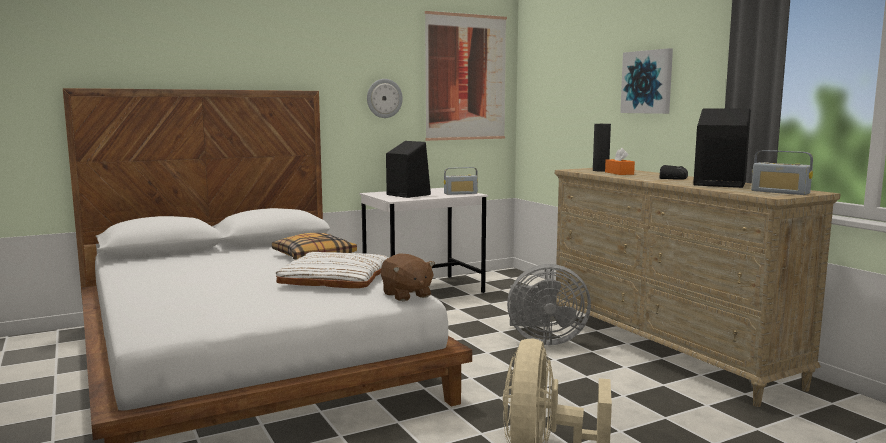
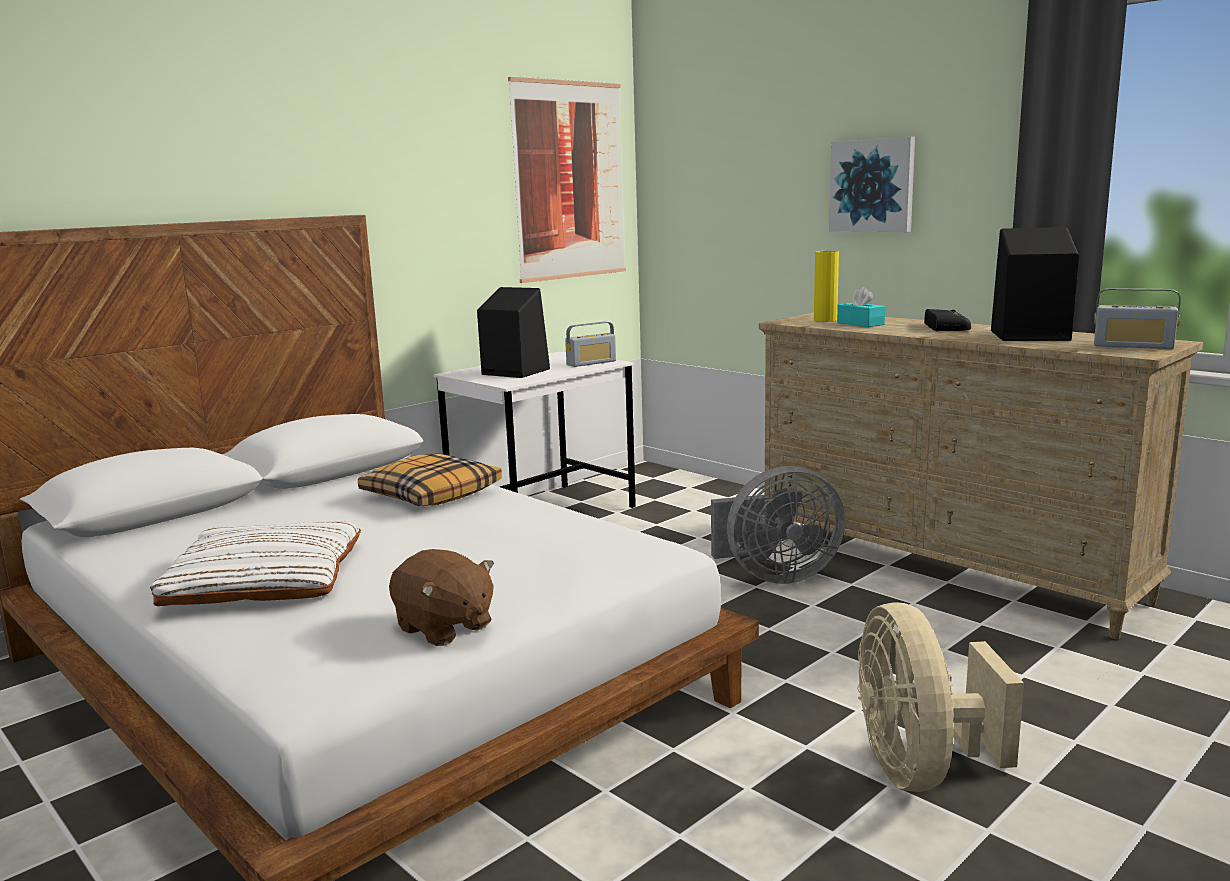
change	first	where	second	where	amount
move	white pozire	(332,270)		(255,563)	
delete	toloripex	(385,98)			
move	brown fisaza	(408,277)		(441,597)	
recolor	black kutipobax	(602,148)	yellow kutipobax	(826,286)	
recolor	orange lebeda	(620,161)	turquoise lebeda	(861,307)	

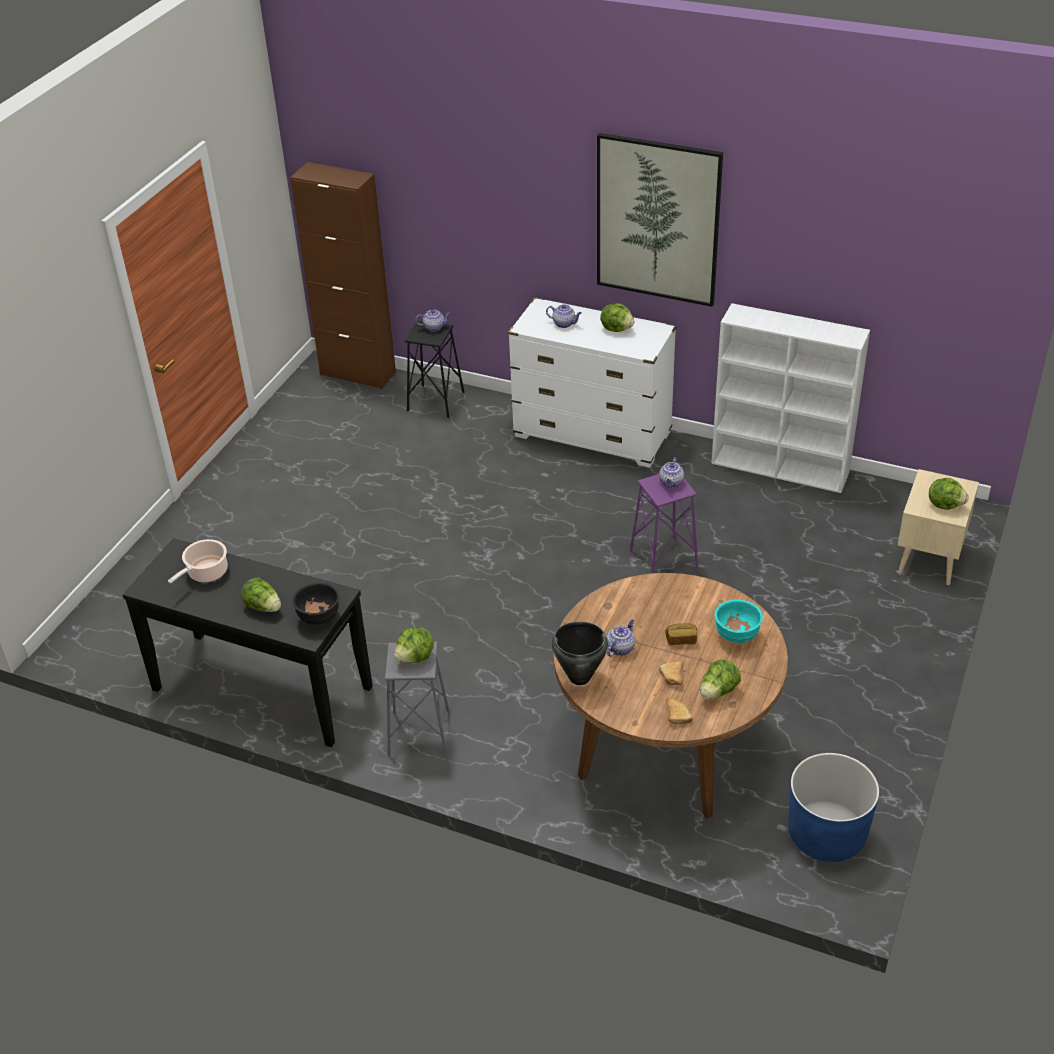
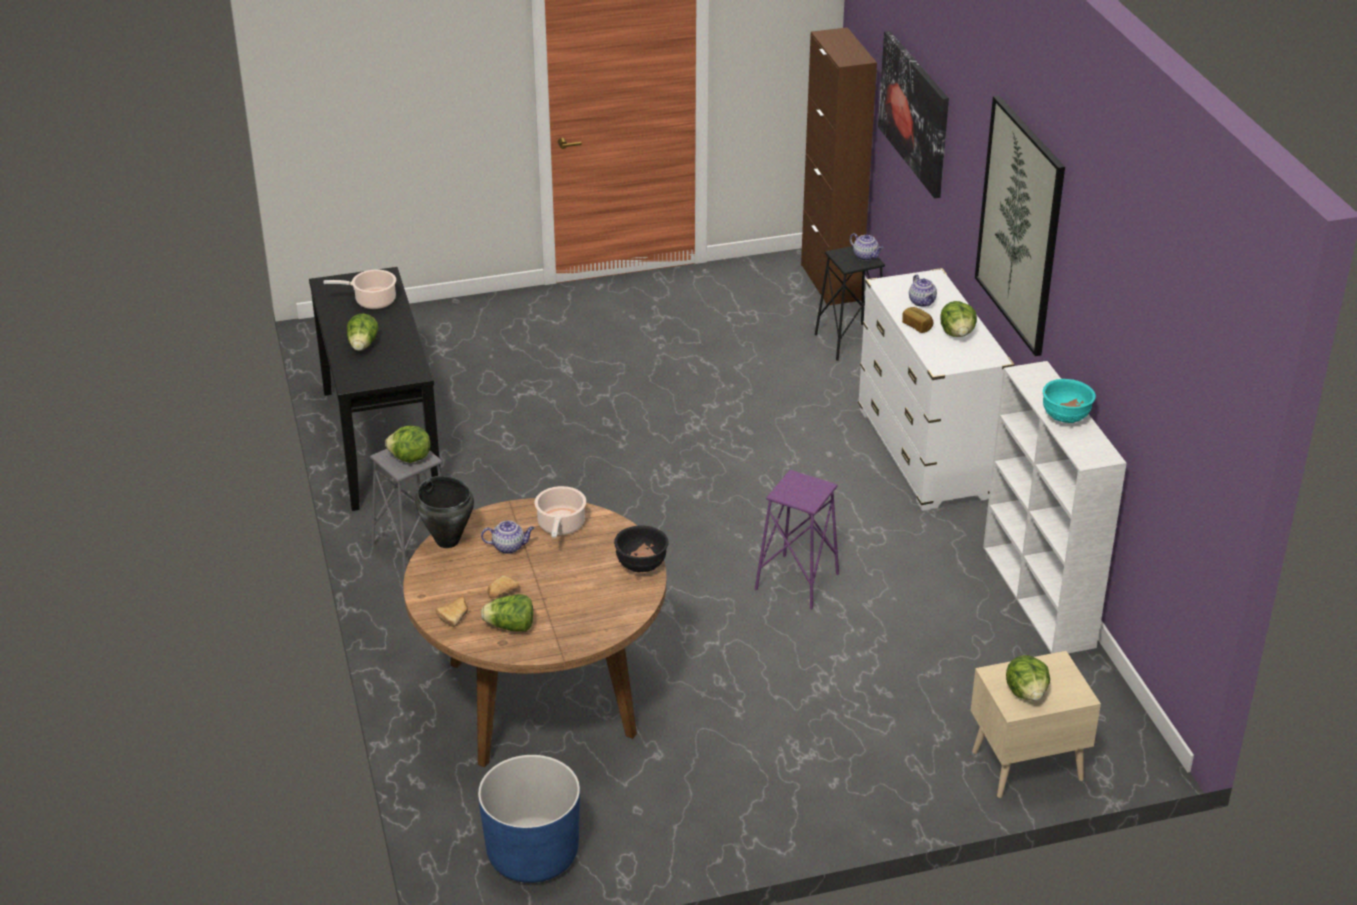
change	first	where	second	where	amount
move	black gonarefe	(315,604)		(641,548)	
delete	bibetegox	(671,472)			
move	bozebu	(681,634)		(917,320)	
move	turquoise gonarefe	(739,621)		(1069,401)	
insert			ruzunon	(560,511)	
insert			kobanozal	(913,114)	

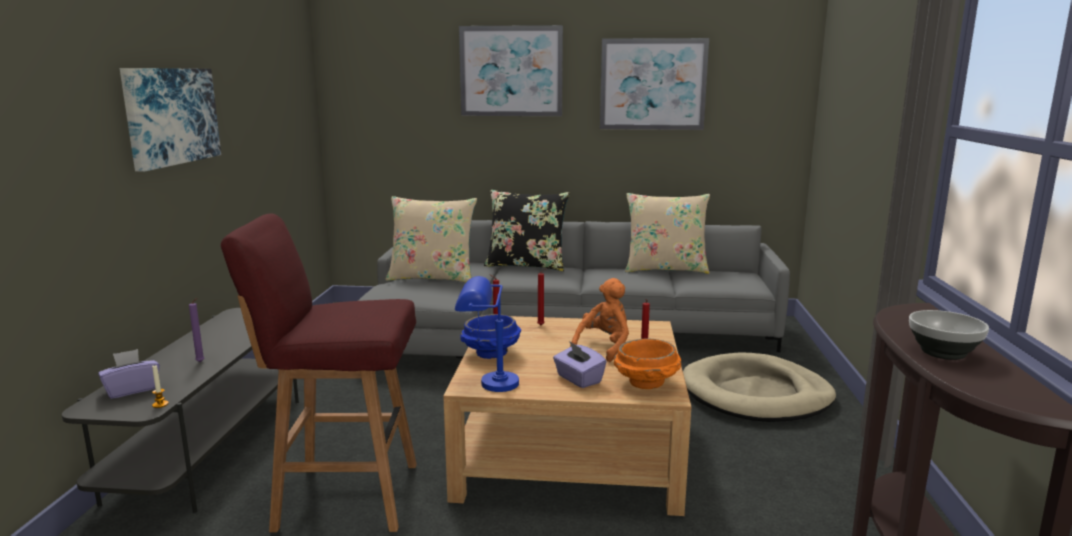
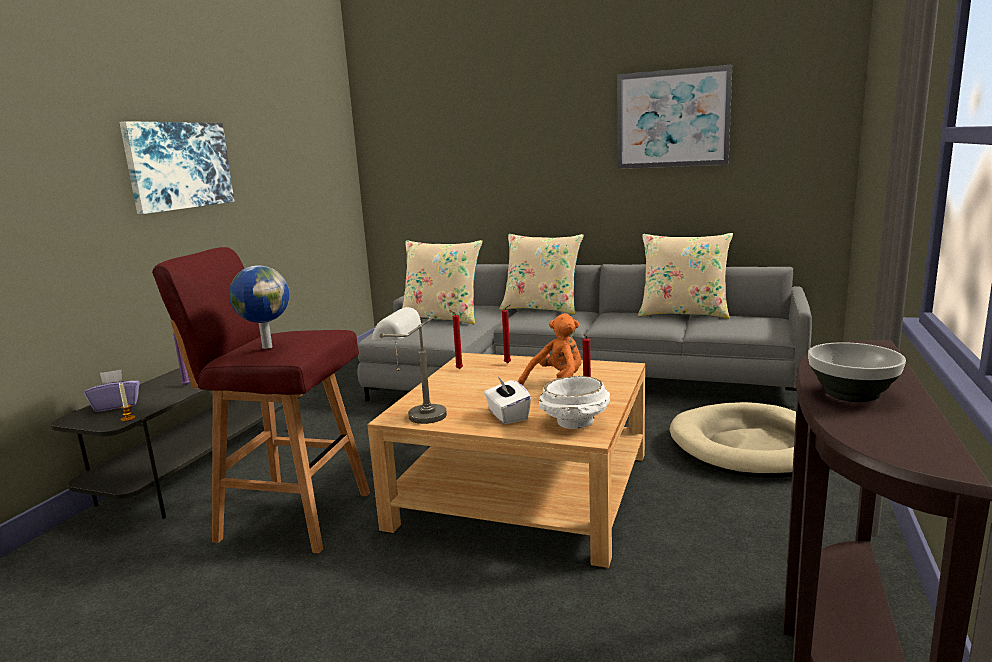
change	first	where	second	where	amount
recolor	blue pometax	(487,334)	grey pometax	(409,365)	
delete	kobanozal	(511,70)			
delete	blue gonarefe	(490,336)			
recolor	black pozire	(527,230)	beige pozire	(542,274)	
recolor	purple lebeda	(579,364)	white lebeda	(507,400)	
recolor	orange gonarefe	(647,364)	white gonarefe	(574,402)	
insert			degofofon	(259,307)	

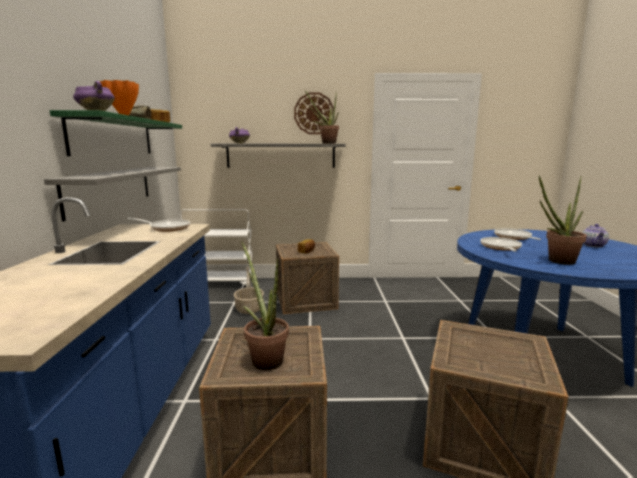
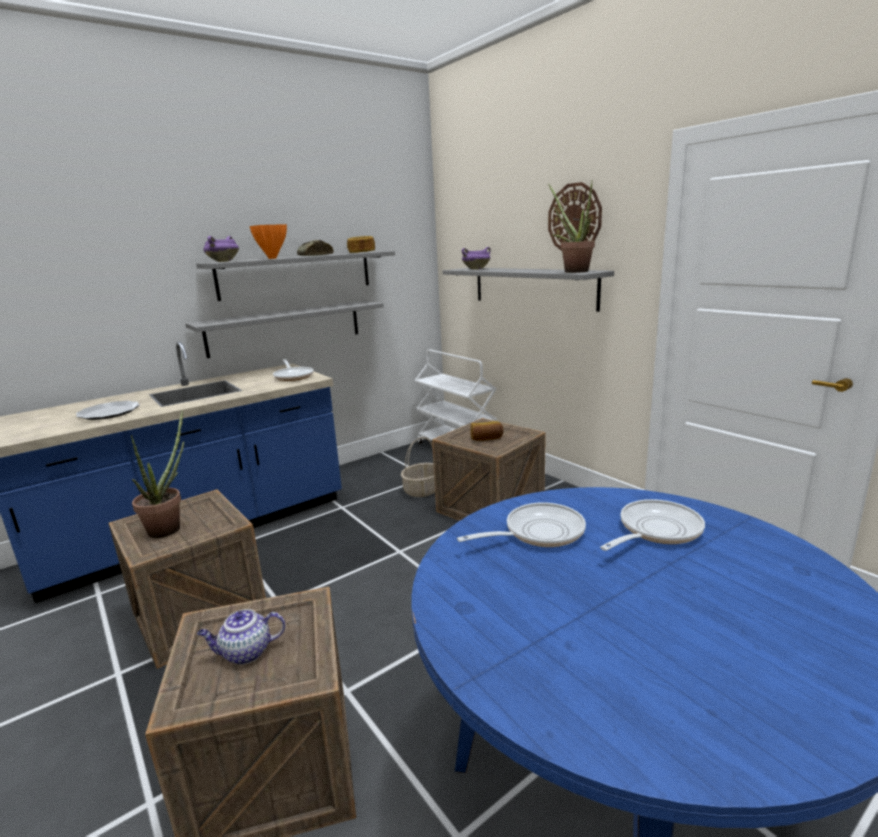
change	first	where	second	where	amount
recolor	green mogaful	(116,133)	grey mogaful	(295,276)	
delete	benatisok	(563,220)			
move	bibetegox	(595,235)		(241,637)	
insert			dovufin	(108,410)	

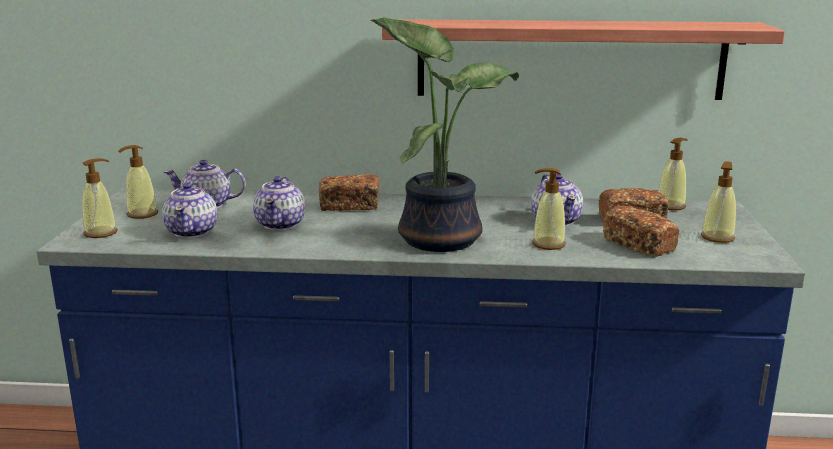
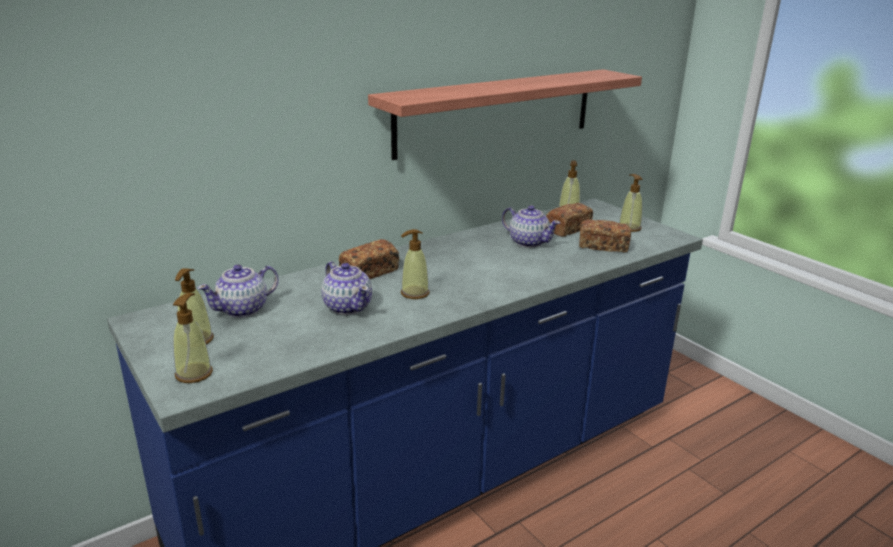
change	first	where	second	where	amount
delete	bibetegox	(189,210)			
delete	benatisok	(445,134)			
move	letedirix	(549,209)		(415,264)	

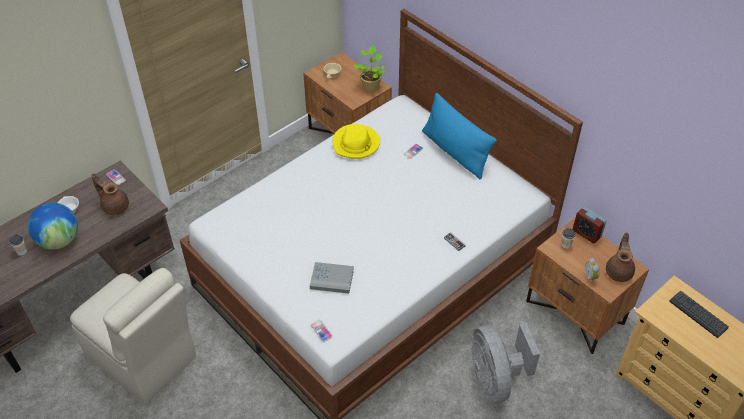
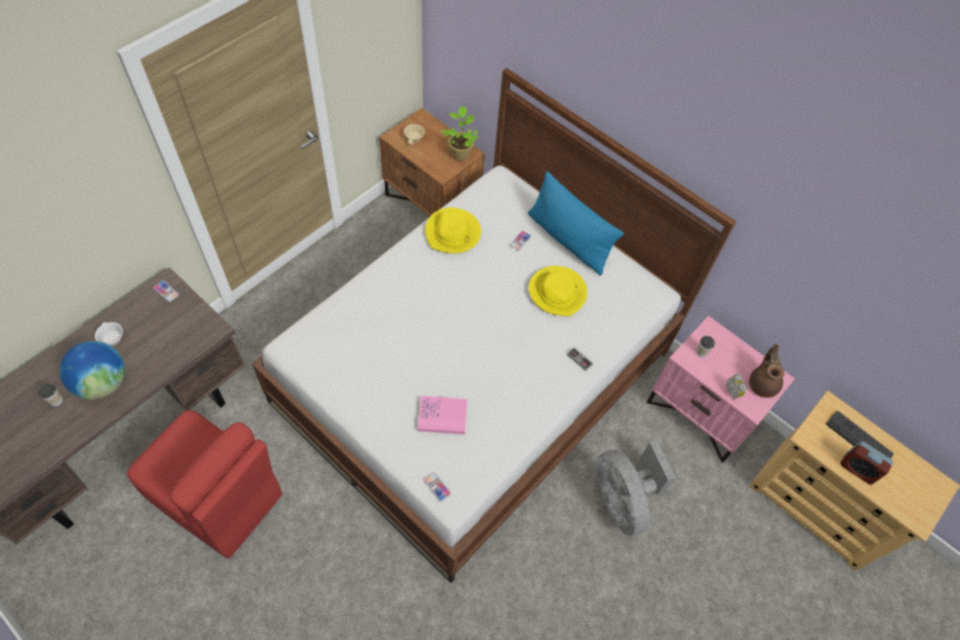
change	first	where	second	where	amount
recolor	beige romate	(133,336)	red romate	(204,484)	
delete	brown bibetegox	(110,194)			
recolor	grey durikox	(332,278)	pink durikox	(442,415)	
recolor	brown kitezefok	(587,285)	pink kitezefok	(721,389)	
move	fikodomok	(589,224)		(866,463)	
insert			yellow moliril	(558,291)	

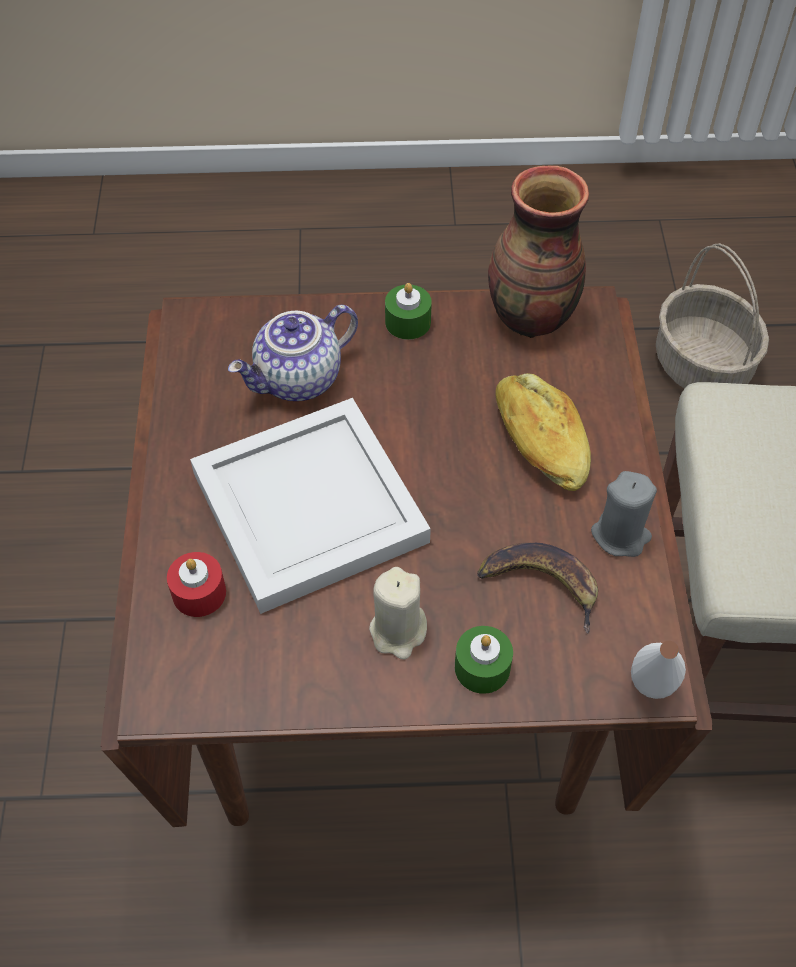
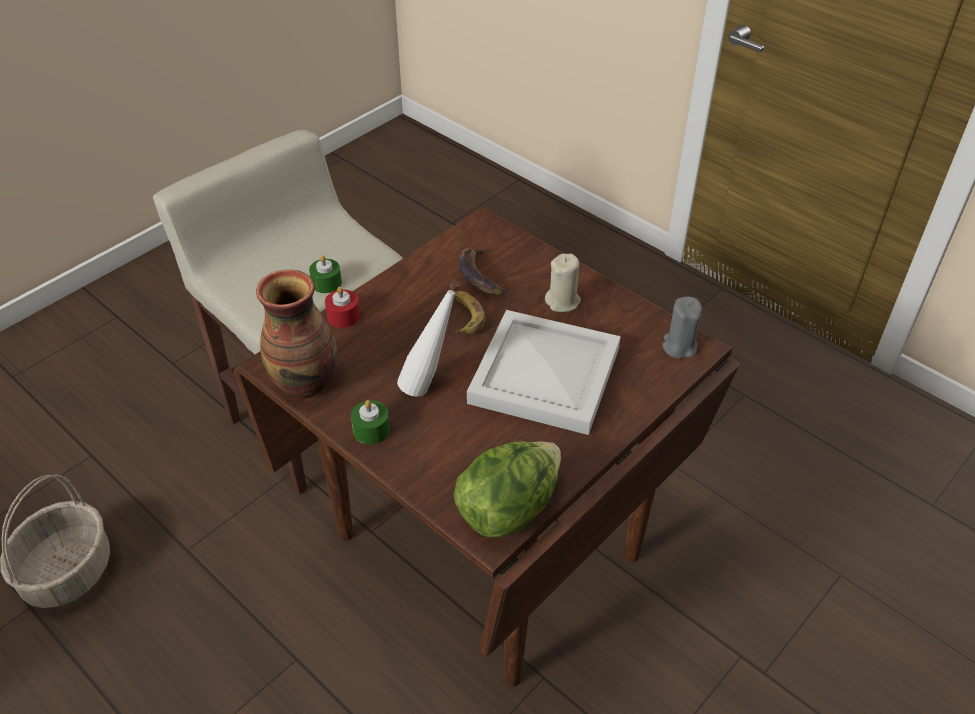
change	first	where	second	where	amount
move	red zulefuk	(196,584)		(342,307)	
delete	bibetegox	(293,353)			
move	green zulefuk	(484,660)		(325,274)	
delete	bozebu	(543,432)			
move	grey zulefuk	(624,514)		(682,327)	
move	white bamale	(658,670)		(428,339)	
insert			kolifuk	(470,313)	
insert			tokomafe	(507,489)	

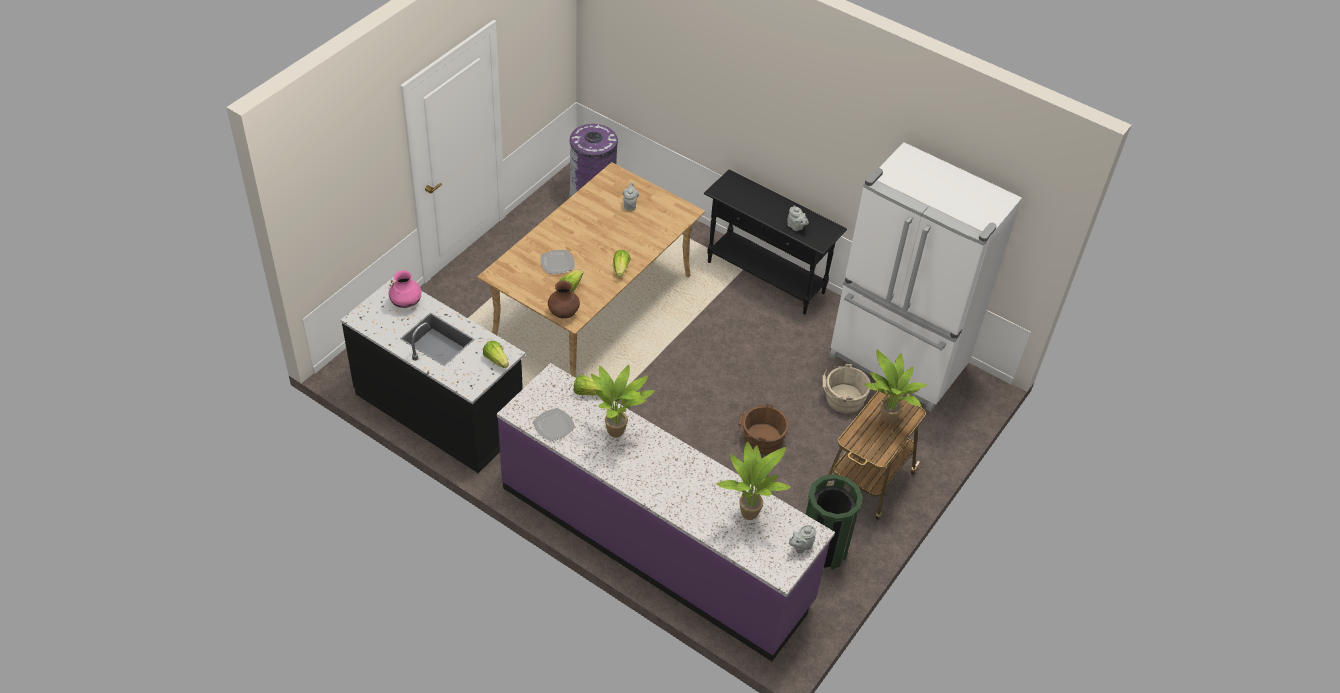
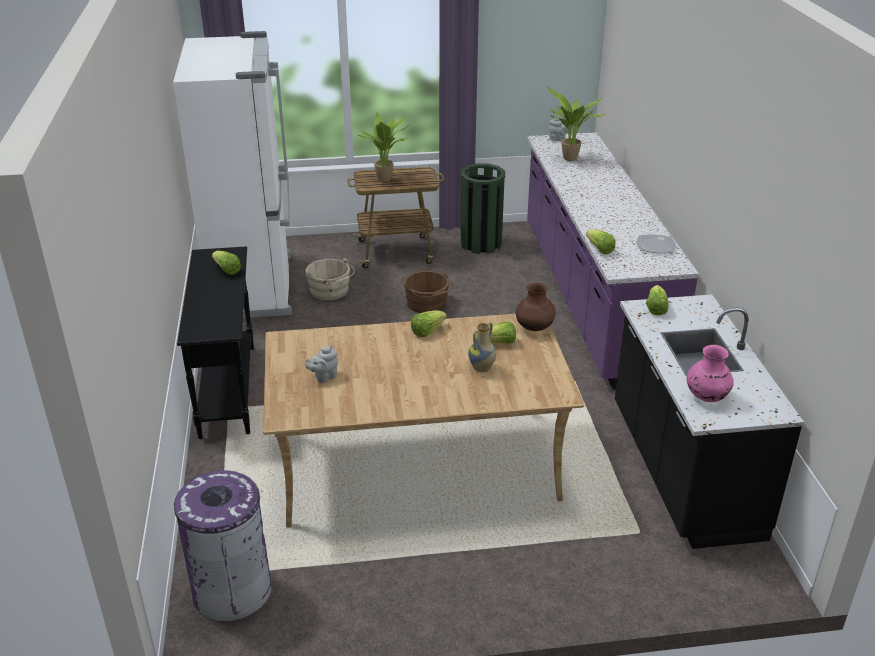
change	first	where	second	where	amount
replace	dovufin	(557,262)	kutipobax	(482,347)	
delete	benatisok	(622,401)			
replace	grey bibetegox	(798,218)	tokomafe	(226,263)	

